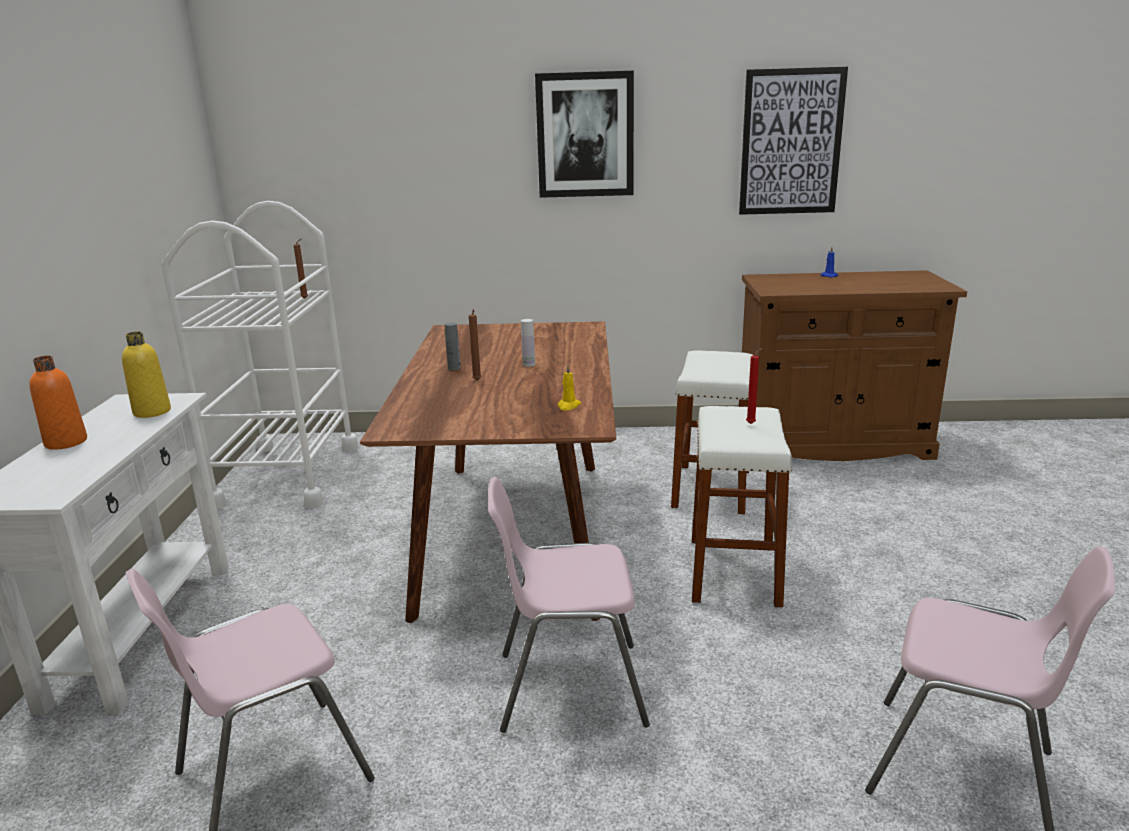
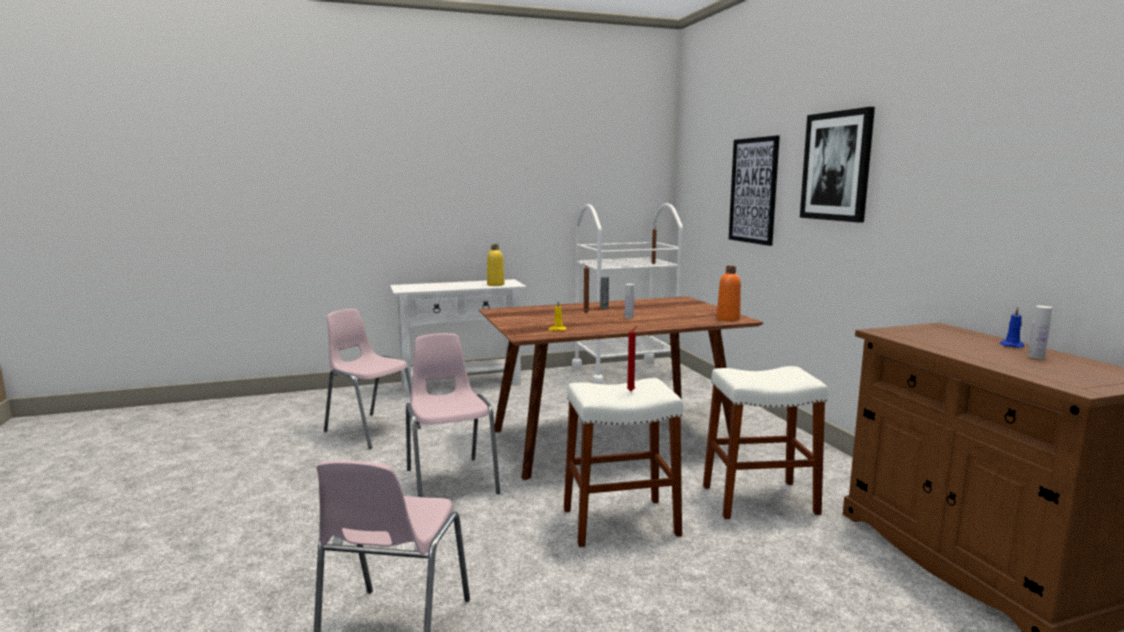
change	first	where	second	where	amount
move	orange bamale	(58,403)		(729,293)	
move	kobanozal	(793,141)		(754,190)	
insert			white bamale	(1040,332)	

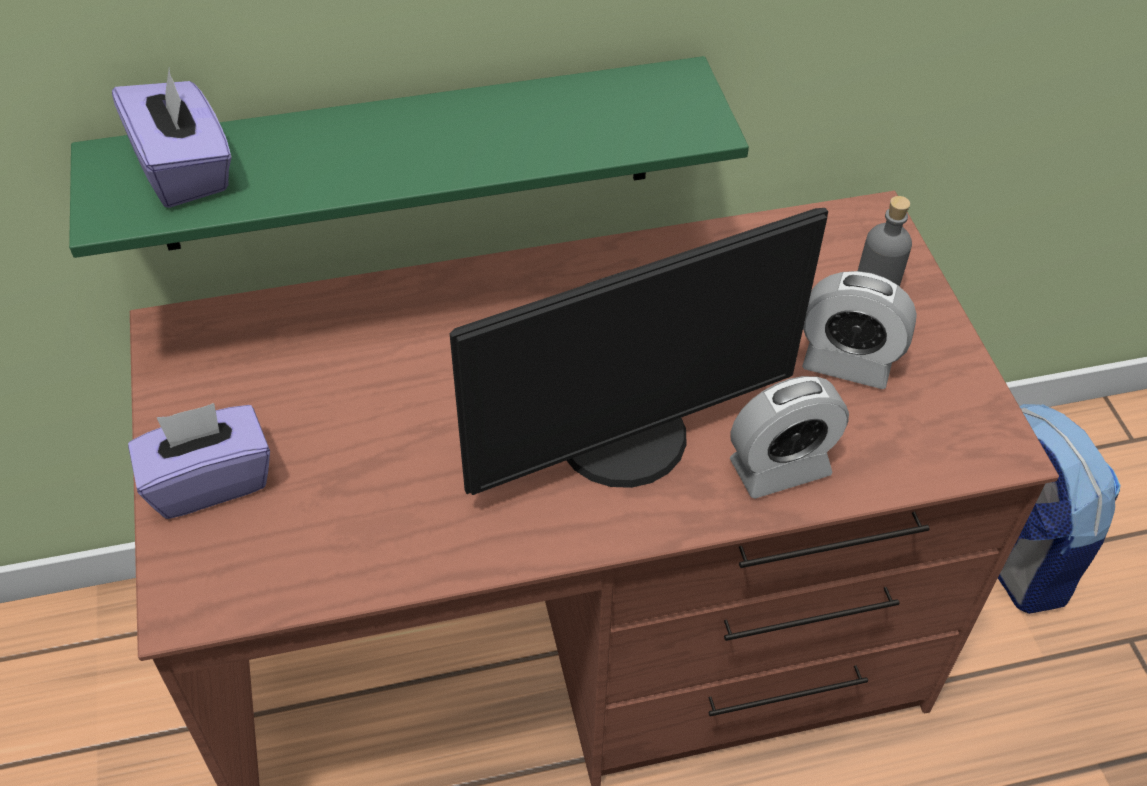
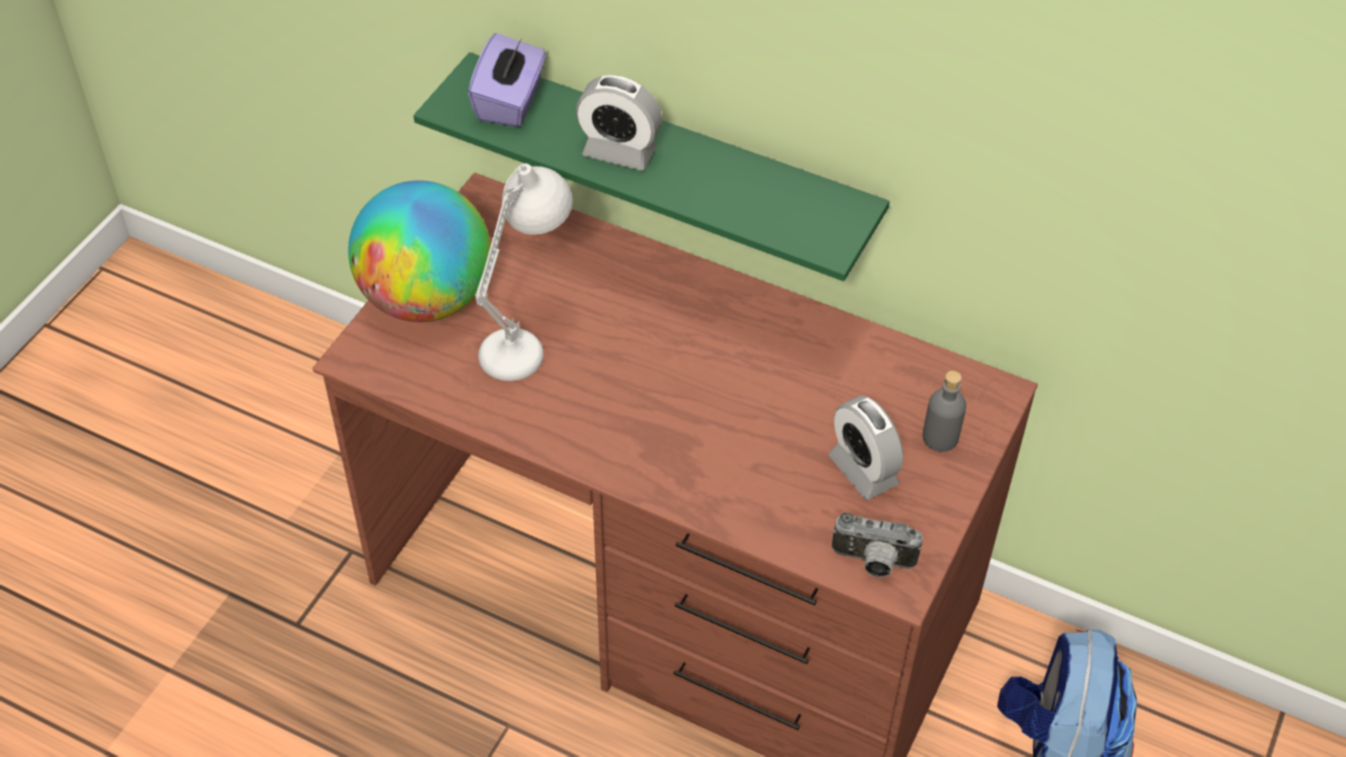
change	first	where	second	where	amount
replace	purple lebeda	(199,461)	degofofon	(419,251)	
delete	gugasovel	(639,351)			
move	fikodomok	(789,437)		(619,123)	
insert			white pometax	(524,272)	
insert			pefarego	(877,545)	

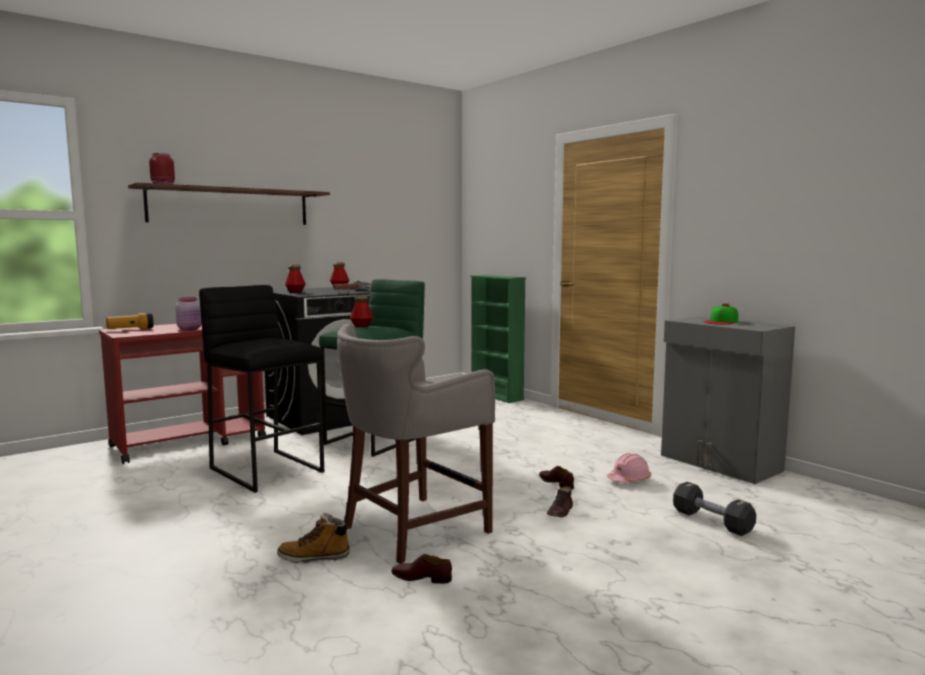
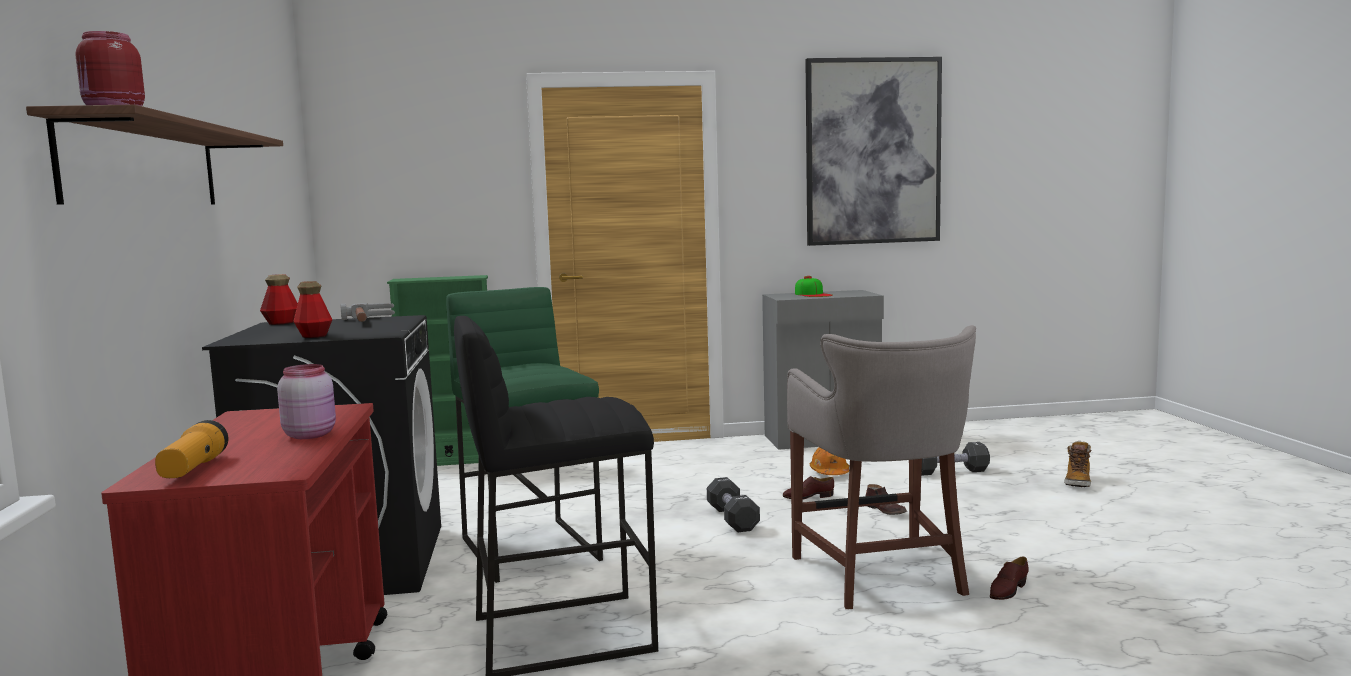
change	first	where	second	where	amount
move	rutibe	(313,538)		(1077,464)	
delete	bamale	(361,311)			
recolor	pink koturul	(629,468)	orange koturul	(829,461)	
insert			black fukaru	(733,504)	
insert			kobanozal	(873,151)	

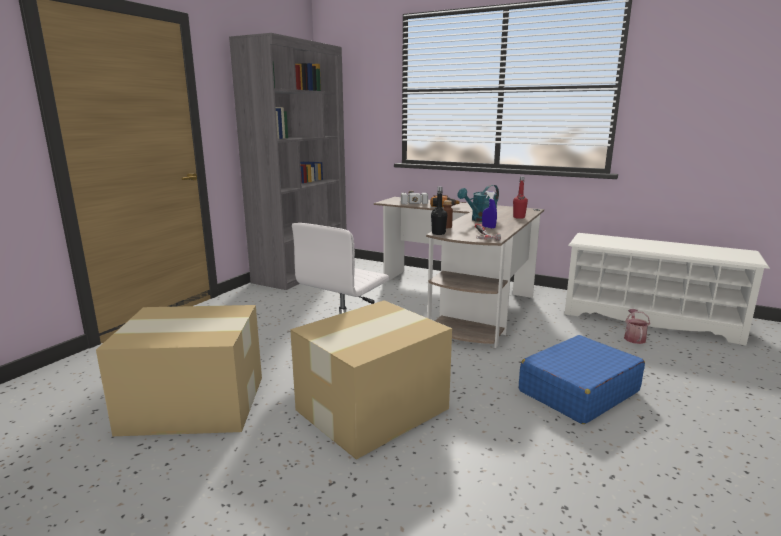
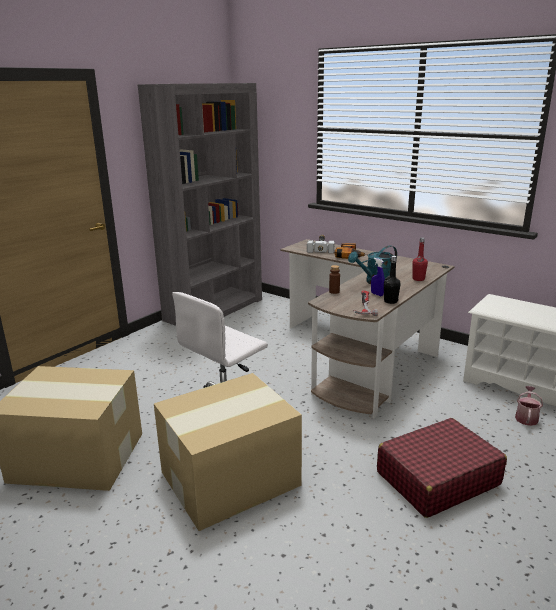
change	first	where	second	where	amount
move	black bamale	(439,210)		(392,280)	
recolor	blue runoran	(582,379)	red runoran	(442,468)	

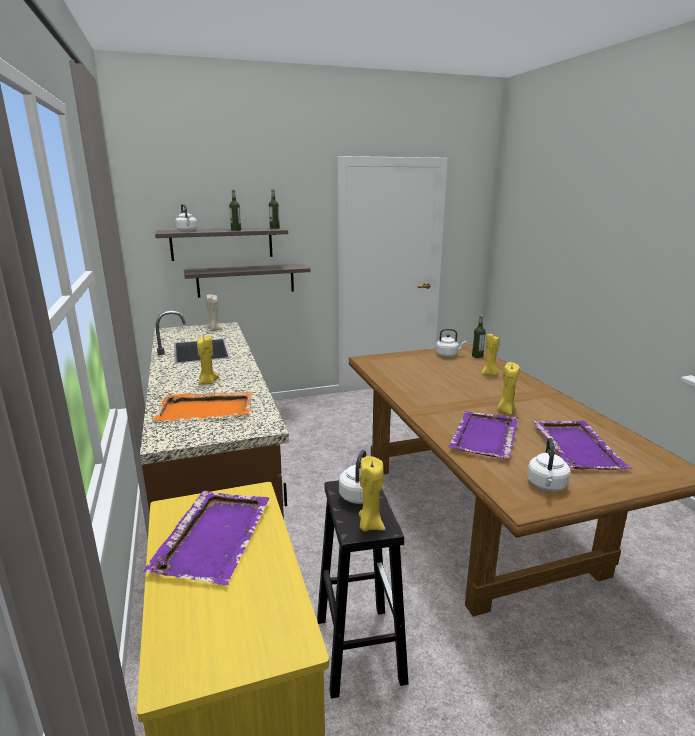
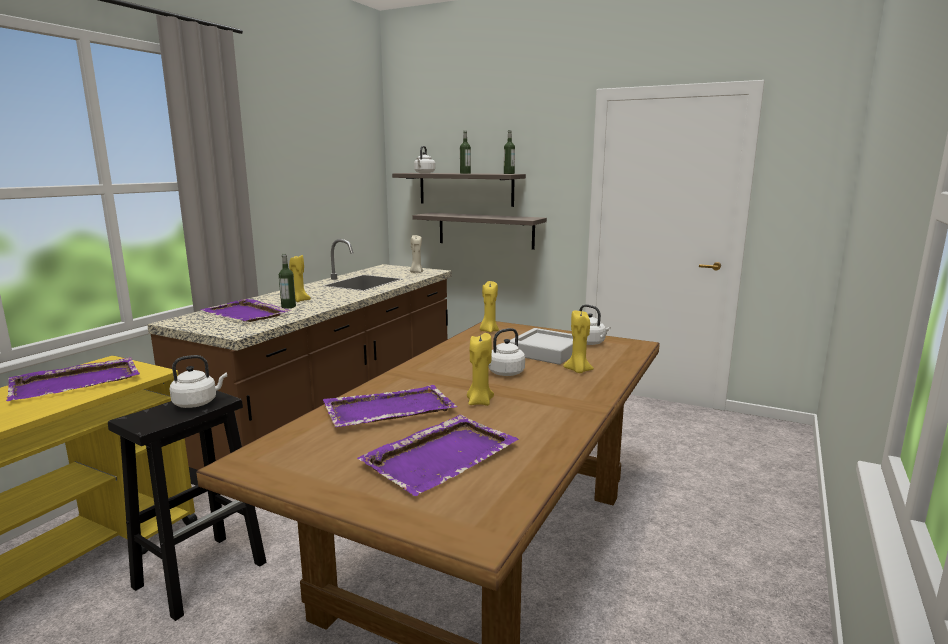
change	first	where	second	where	amount
recolor	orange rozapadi	(202,406)	purple rozapadi	(245,310)	
move	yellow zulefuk	(372,493)		(489,307)	
move	bamale	(479,336)		(287,281)	
move	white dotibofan	(548,464)		(507,352)	
insert			grey rozapadi	(541,346)	

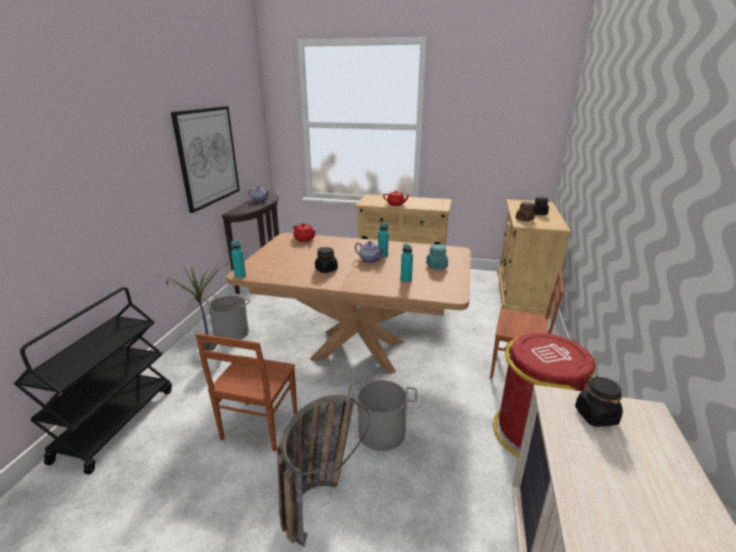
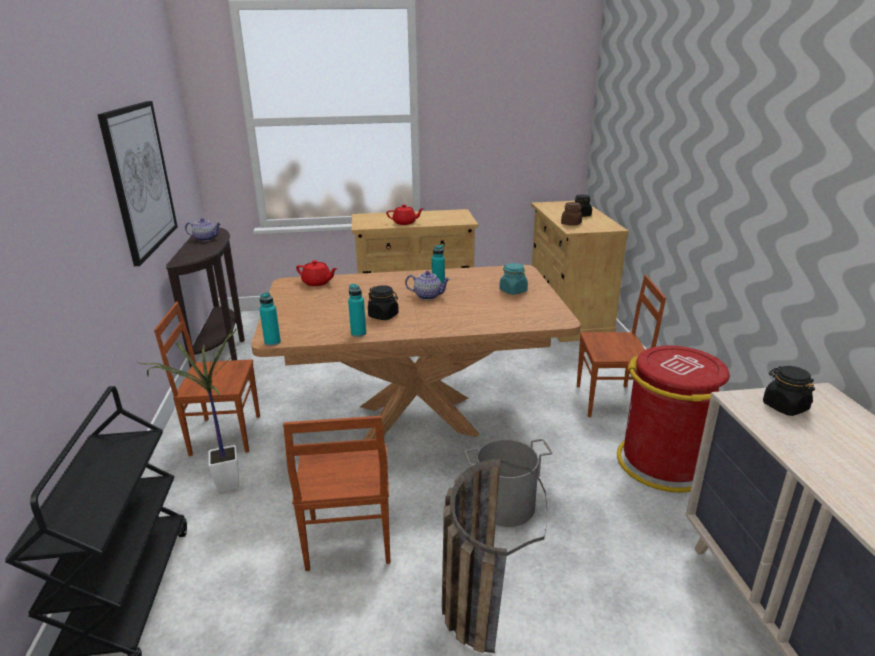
change	first	where	second	where	amount
replace	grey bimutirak	(226,317)	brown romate	(207,379)	
move	turquoise bamale	(407,263)		(357,310)	

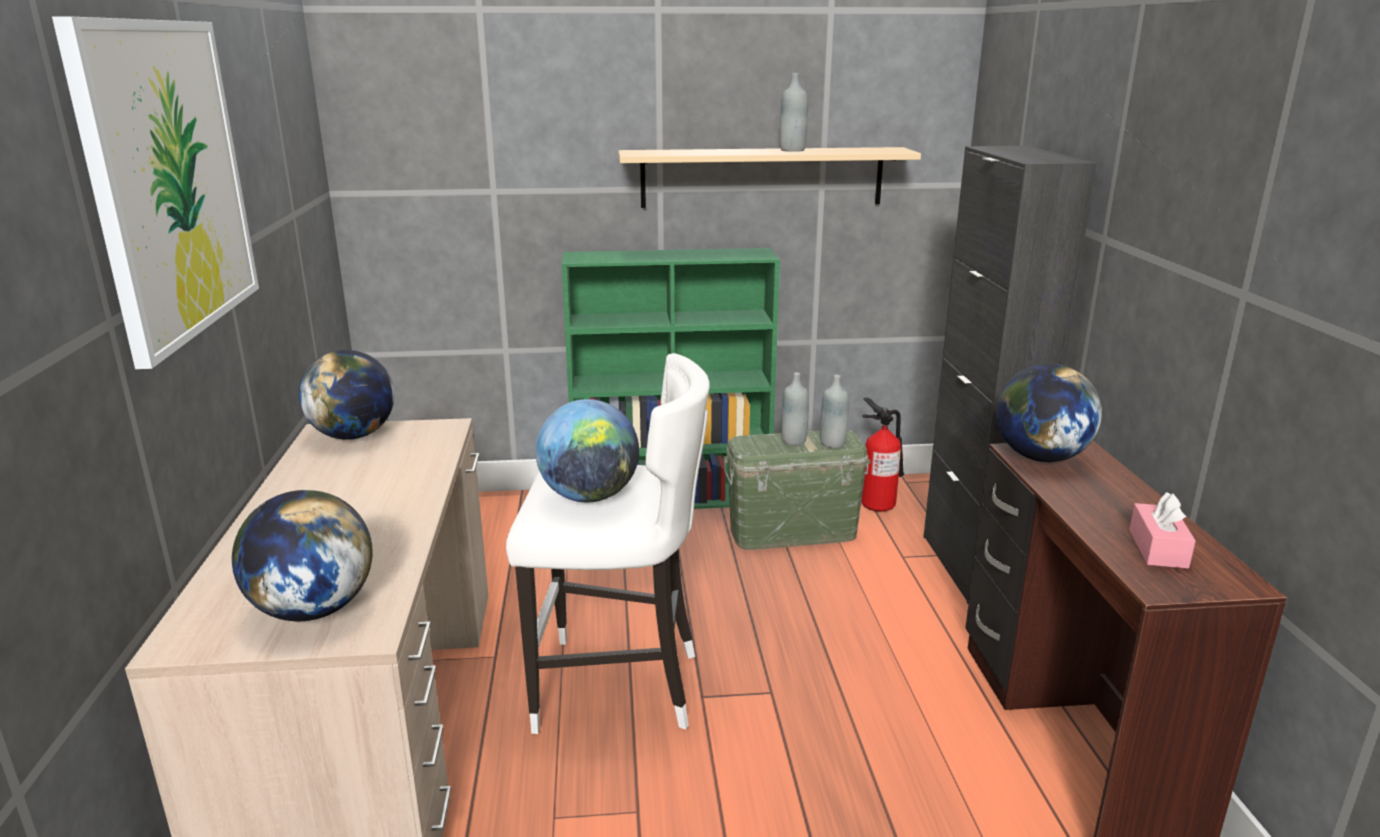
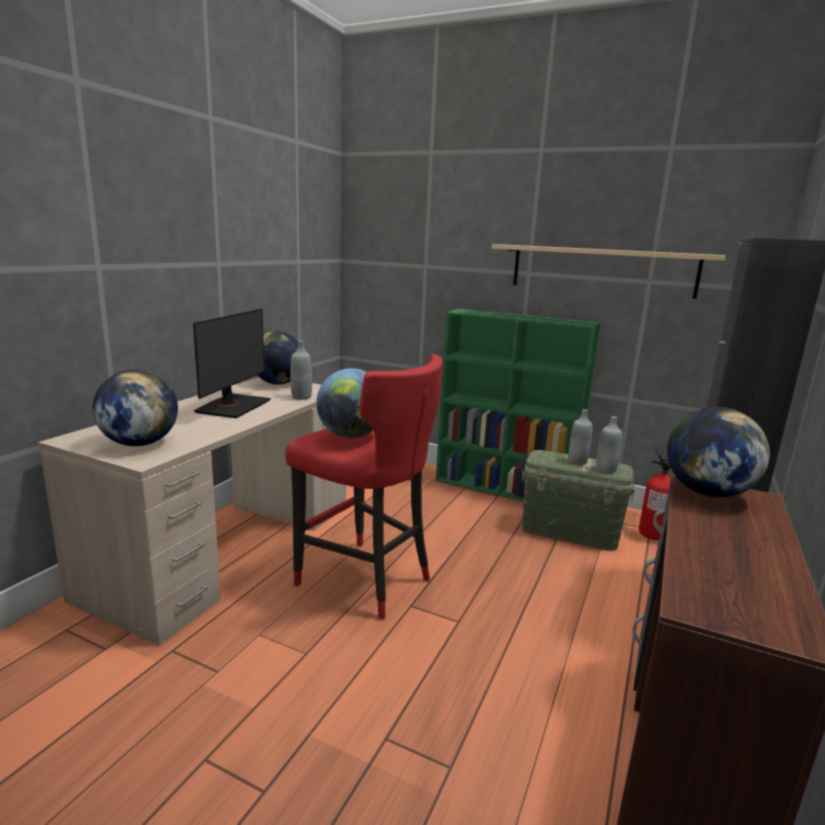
change	first	where	second	where	amount
delete	kobanozal	(155,192)			
recolor	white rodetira	(608,543)	red rodetira	(364,487)	
move	grey bamale	(794,112)		(301,370)	
delete	pink lebeda	(1162,530)			
insert			gugasovel	(232,363)	

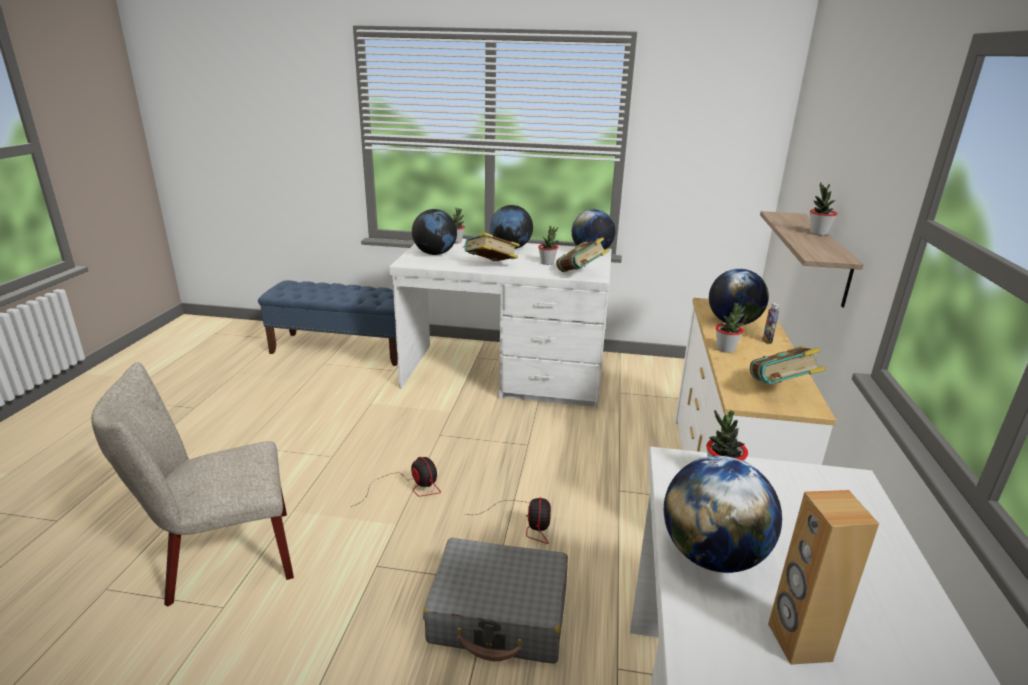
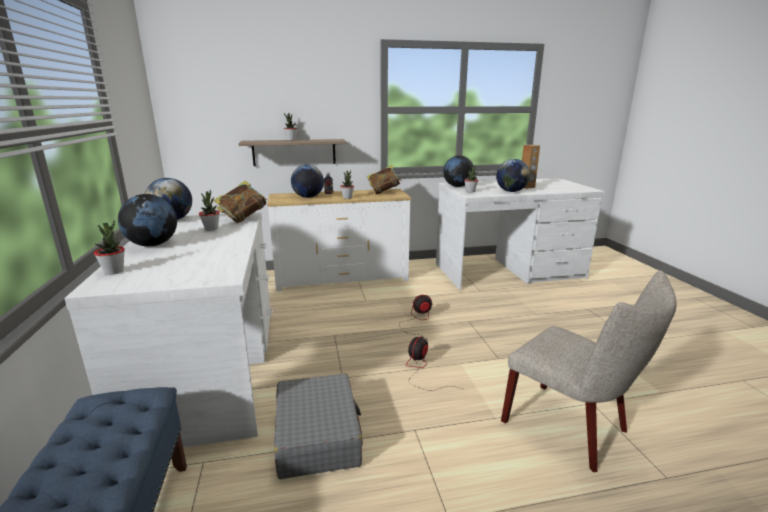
change	first	where	second	where	amount
move	degofofon	(434,232)		(458,171)	
move	grey runoran	(495,601)		(318,426)	
delete	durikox	(491,246)			

